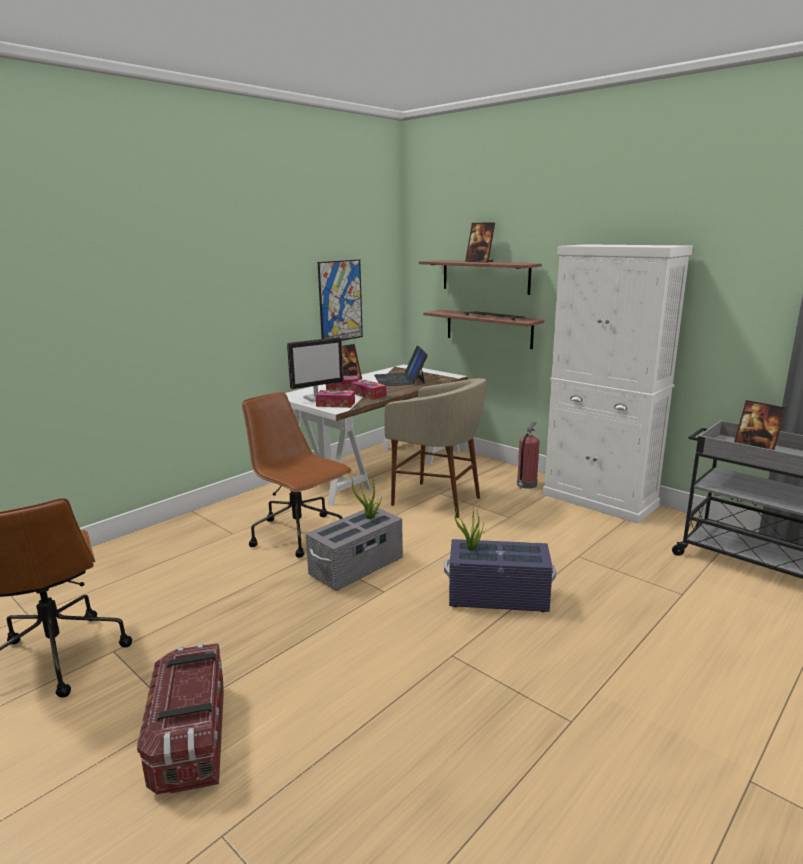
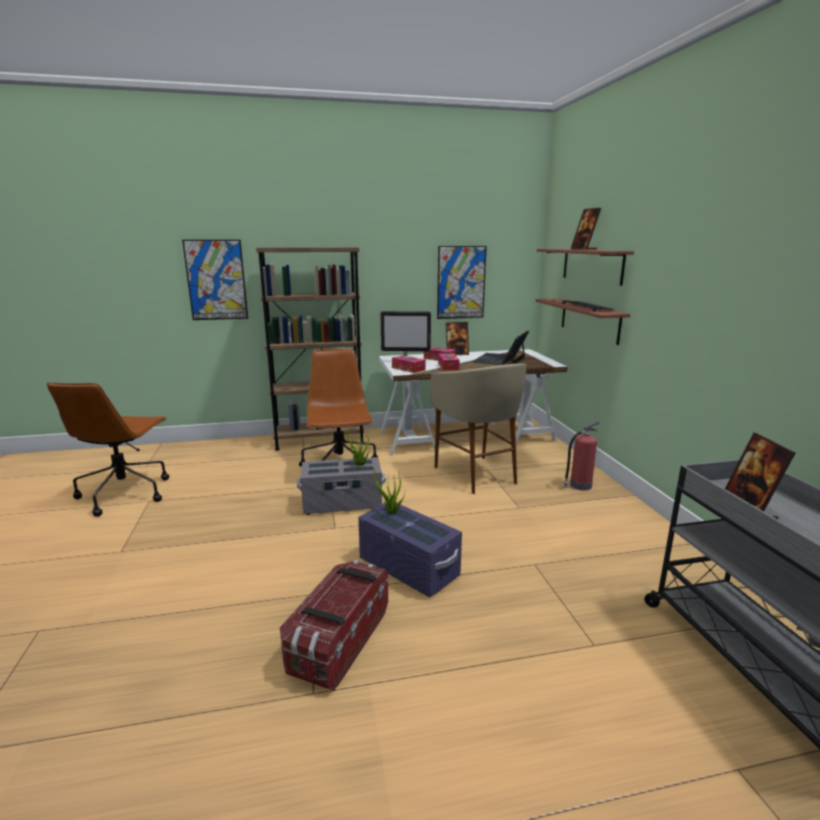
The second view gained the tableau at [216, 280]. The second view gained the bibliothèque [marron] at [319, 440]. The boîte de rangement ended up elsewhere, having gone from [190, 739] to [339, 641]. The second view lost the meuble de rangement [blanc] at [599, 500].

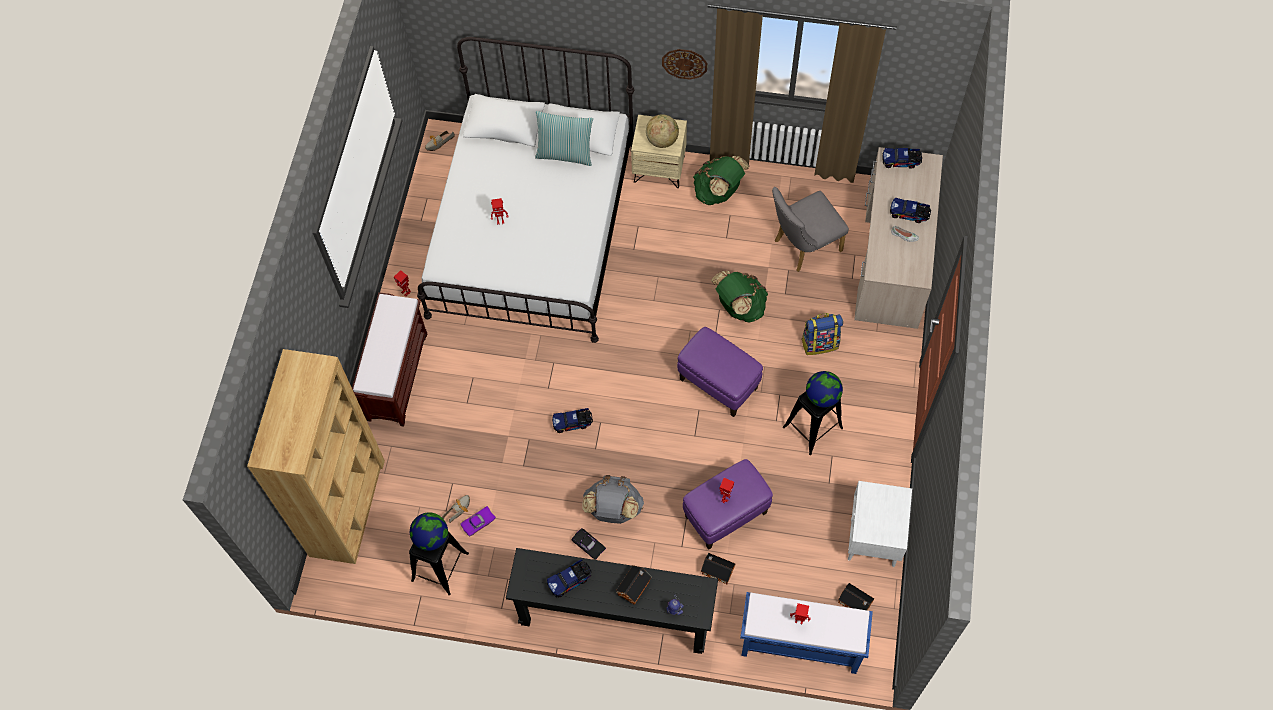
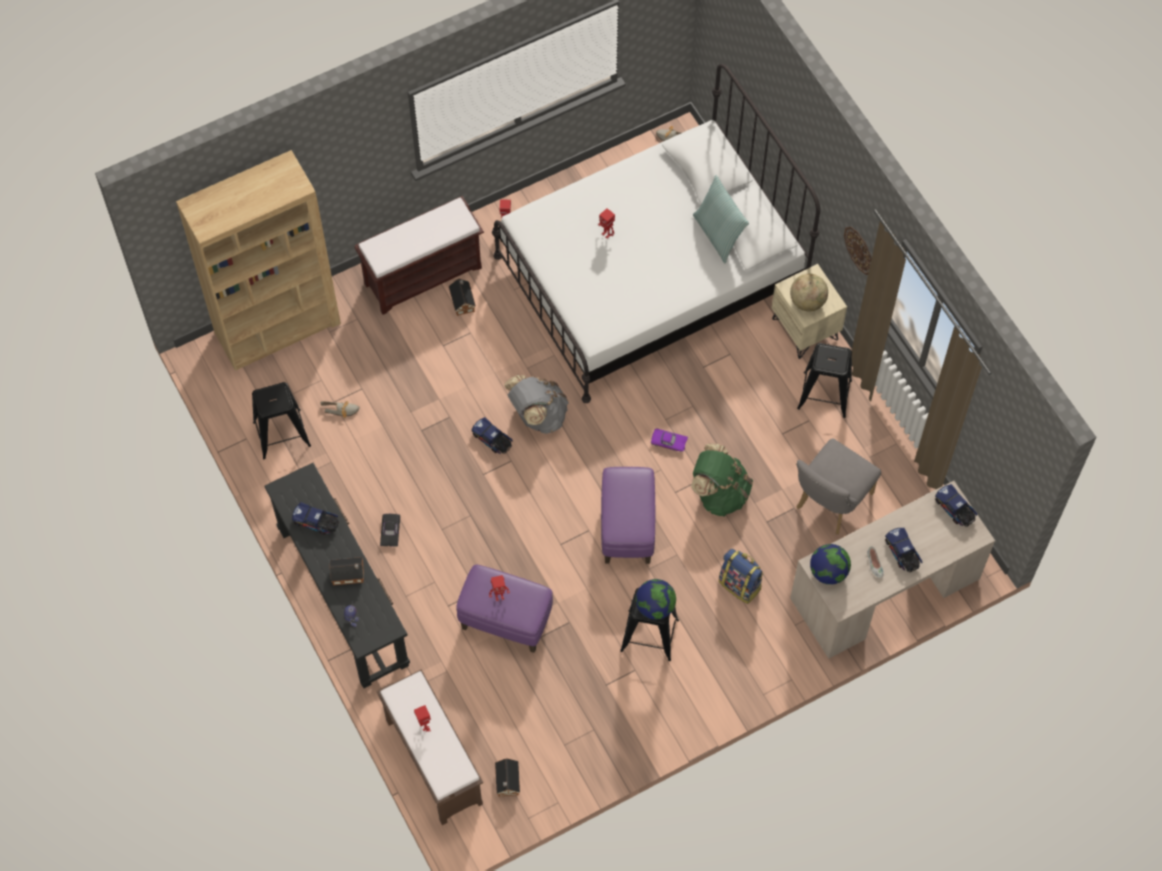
What was the banc [bleu] at [799, 645] turned into the banc [marron] at [432, 761]. The maison miniature ended up elsewhere, having gone from [716, 570] to [462, 301]. The sac à dos [gris] ended up elsewhere, having gone from [613, 509] to [537, 415]. The petite voiture [violet] ended up elsewhere, having gone from [479, 523] to [668, 443]. The chaise [gris] at [802, 247] ended up facing another way, 75 degrees counterclockwise from before. Where the sac à dos [vert] stood at [718, 192], the tabouret [noir] came to stand at [824, 394]. The globe ended up elsewhere, having gone from [431, 537] to [828, 572]. The second view lost the table de chevet [blanc] at [872, 540].

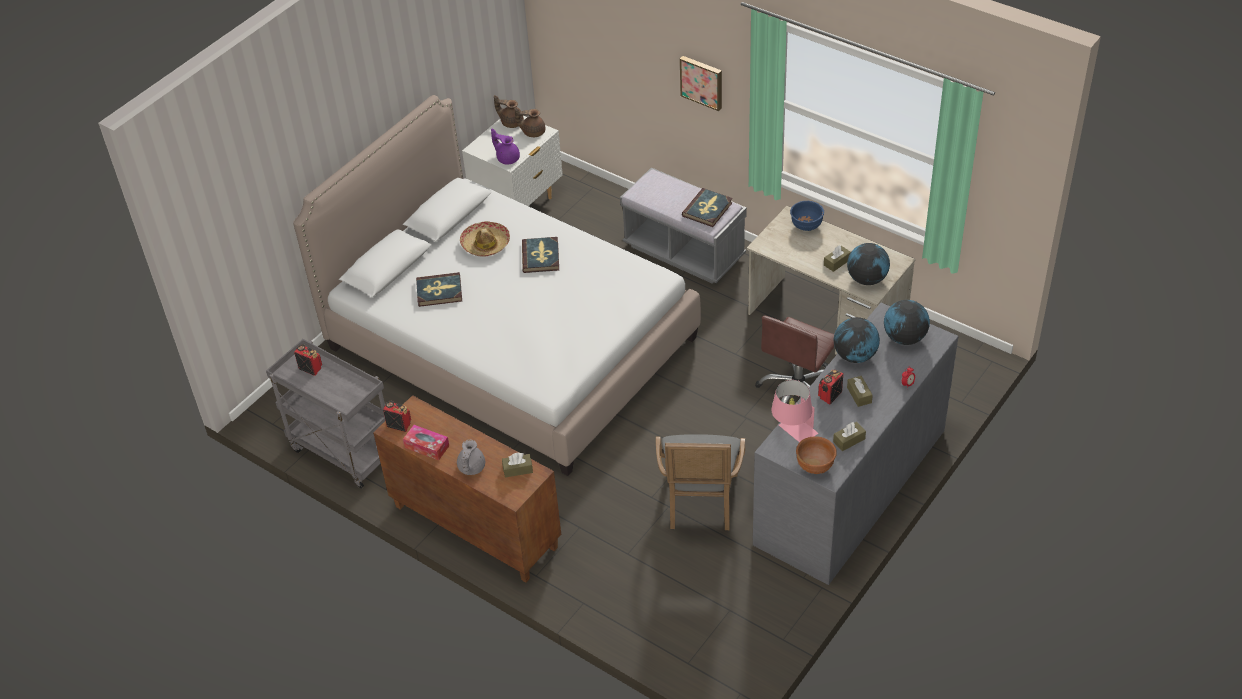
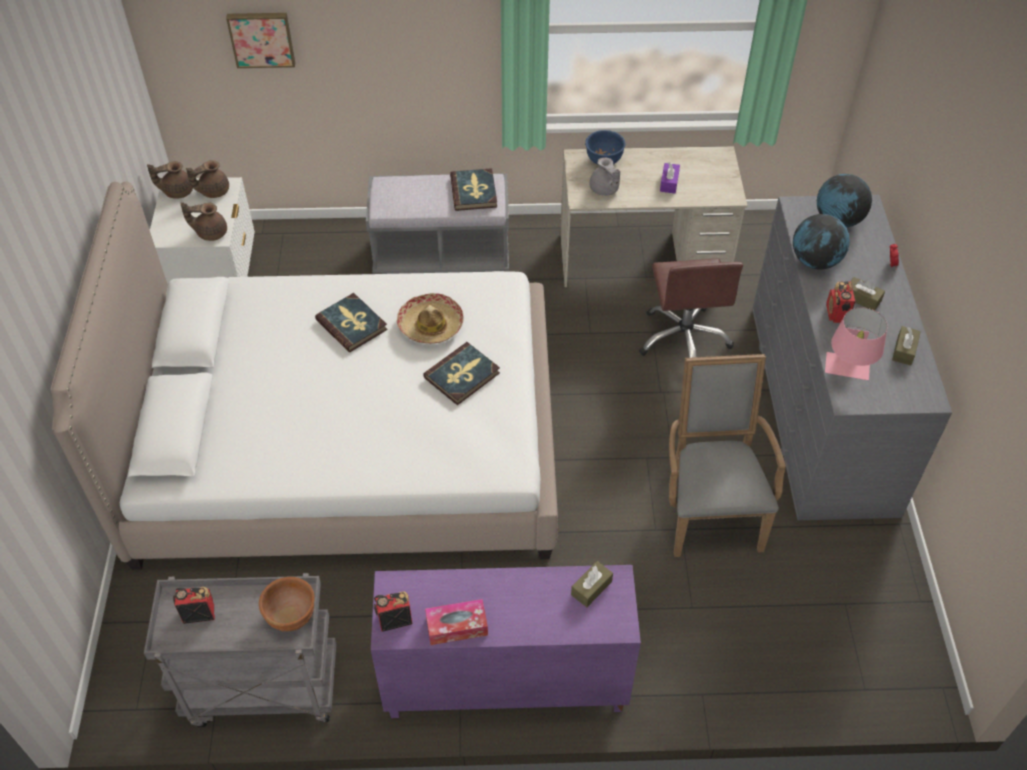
What was the théière [violet] at [507, 158] turned into the théière [marron] at [210, 232]. The tableau ended up elsewhere, having gone from [702, 82] to [261, 38]. The bol [marron] ended up elsewhere, having gone from [815, 466] to [292, 616]. What was the meuble de rangement [marron] at [474, 527] turned into the meuble de rangement [violet] at [504, 683]. The chapeau ended up elsewhere, having gone from [485, 244] to [431, 325]. The livre ended up elsewhere, having gone from [439, 291] to [462, 375]. The théière [gris] ended up elsewhere, having gone from [471, 468] to [604, 190]. What was the boîte à mouchoirs [marron] at [837, 262] turned into the boîte à mouchoirs [violet] at [669, 183]. The fauteuil [gris] at [700, 505] ended up facing another way, 150 degrees counterclockwise from before. The second view lost the globe at [867, 279].

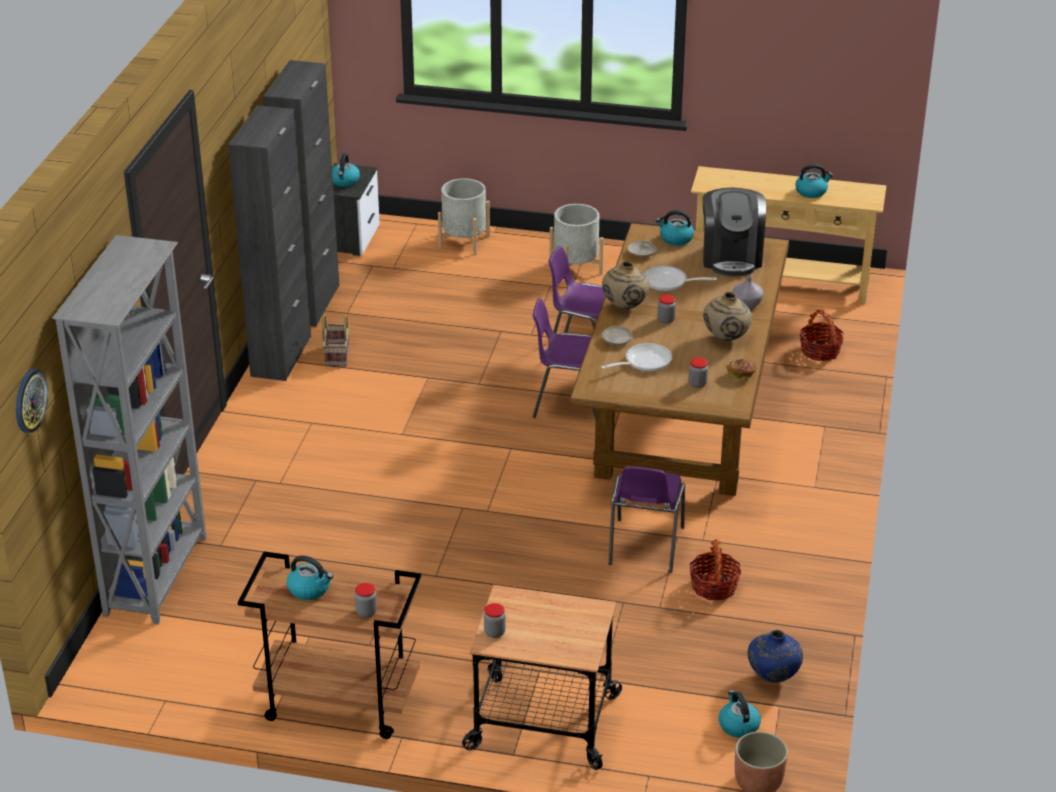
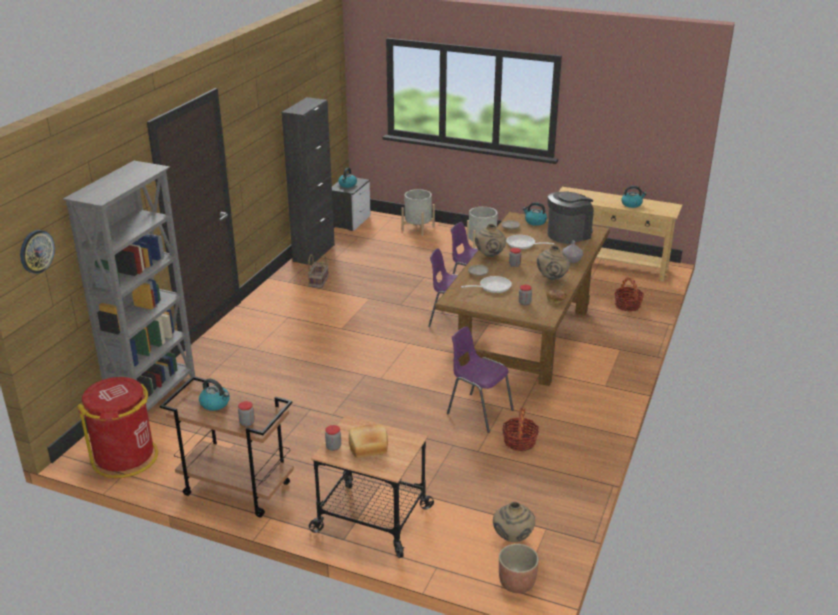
The second view gained the poubelle [rouge] at [126, 458]. The second view gained the pain at [368, 448]. The chaise [violet] at [644, 547] ended up facing another way, 105 degrees clockwise from before. Where the bouilloire stood at [738, 725], the vase [beige] came to stand at [512, 539]. The machine à café at [731, 257] ended up facing another way, 135 degrees counterclockwise from before. The second view lost the meuble de rangement [noir] at [281, 356]. The second view lost the vase [bleu] at [772, 678].

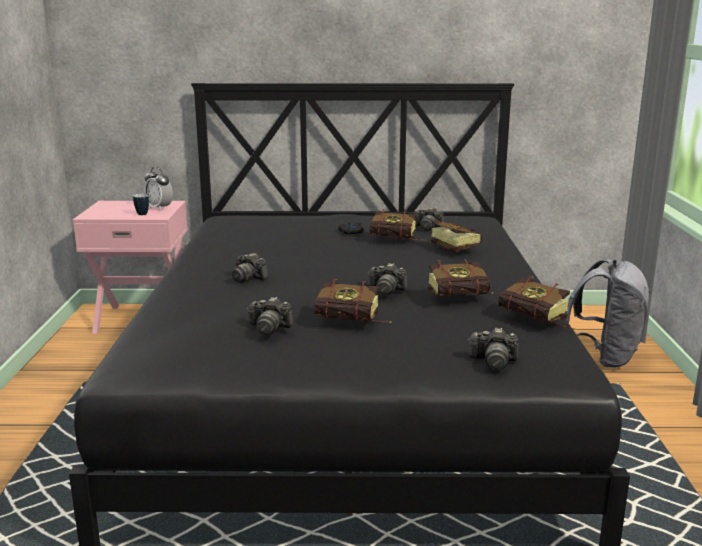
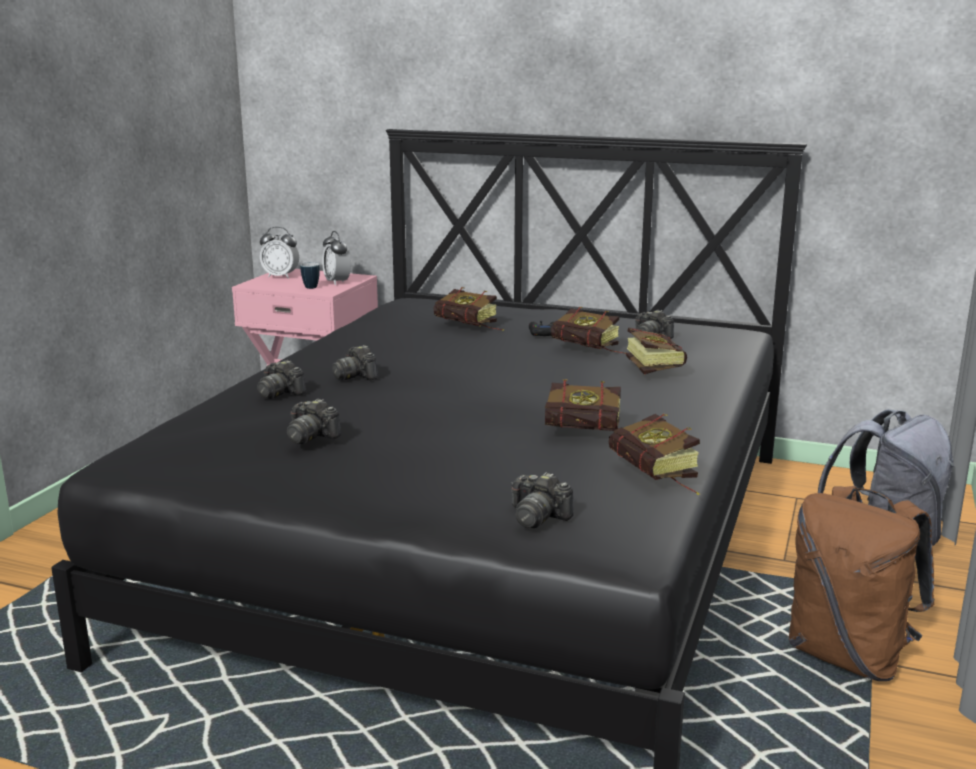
The appareil photo ended up elsewhere, having gone from [386, 290] to [280, 393]. The second view gained the réveil at [280, 276]. The livre ended up elsewhere, having gone from [353, 323] to [471, 328]. The second view gained the sac à dos [marron] at [849, 656].

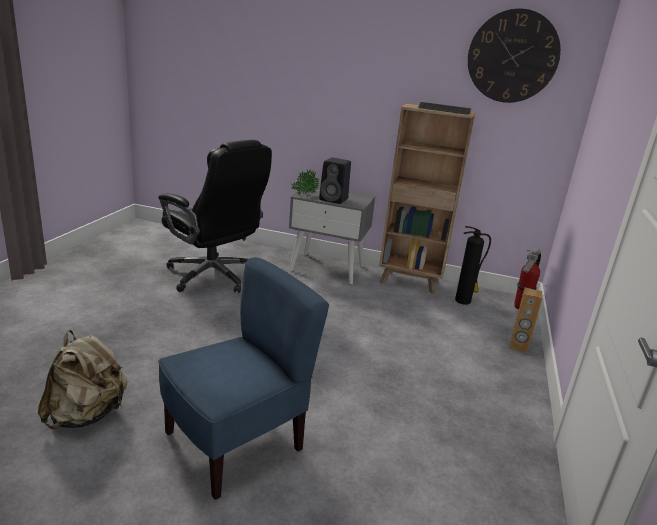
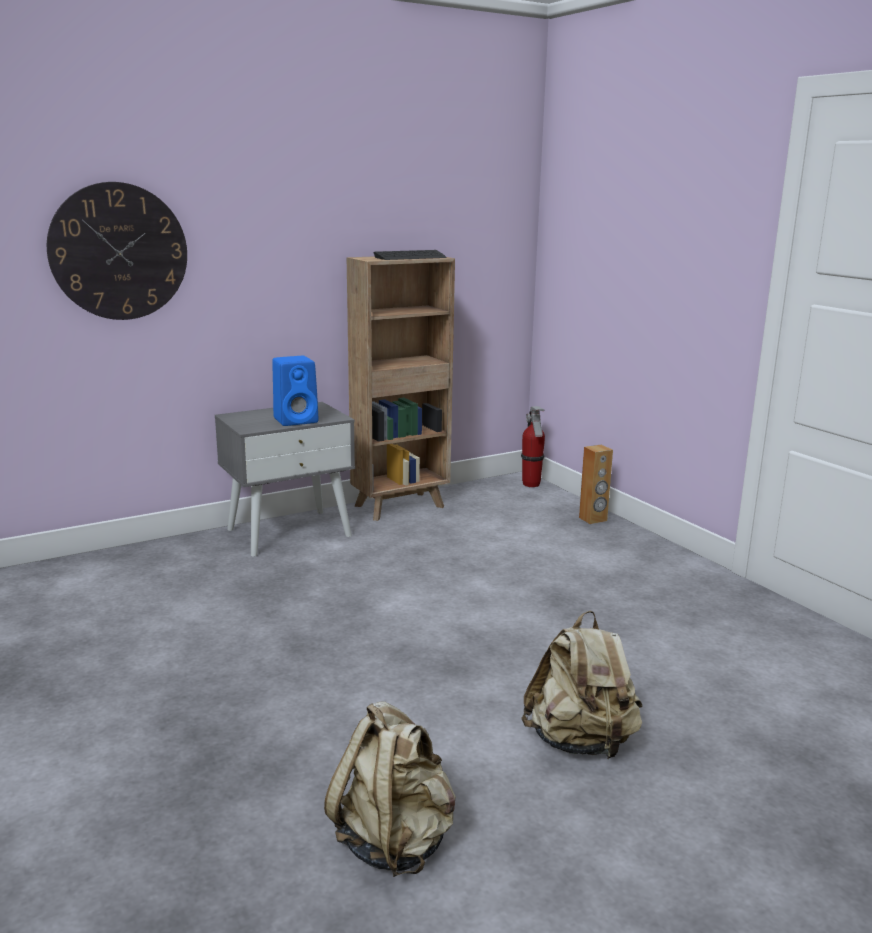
The horloge murale ended up elsewhere, having gone from [512, 56] to [119, 252]. What was the enceinte [noir] at [334, 199] turned into the enceinte [bleu] at [297, 420]. Where the chaise [bleu] stood at [235, 443], the sac à dos [beige] came to stand at [580, 742]. The second view lost the chaise de bureau [noir] at [213, 276]. The second view lost the plante en pot at [303, 195]. The second view lost the extincteur at [464, 301].

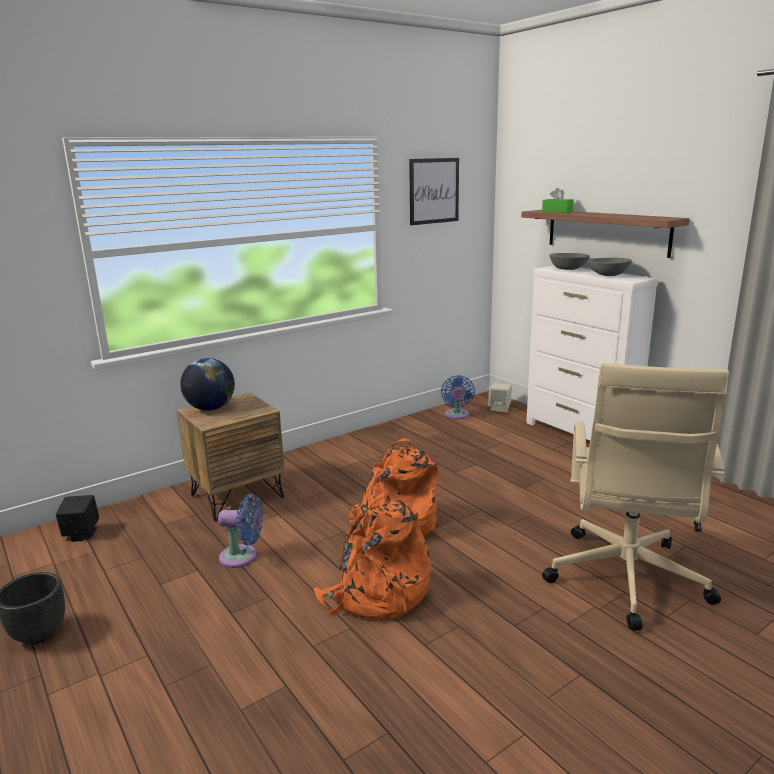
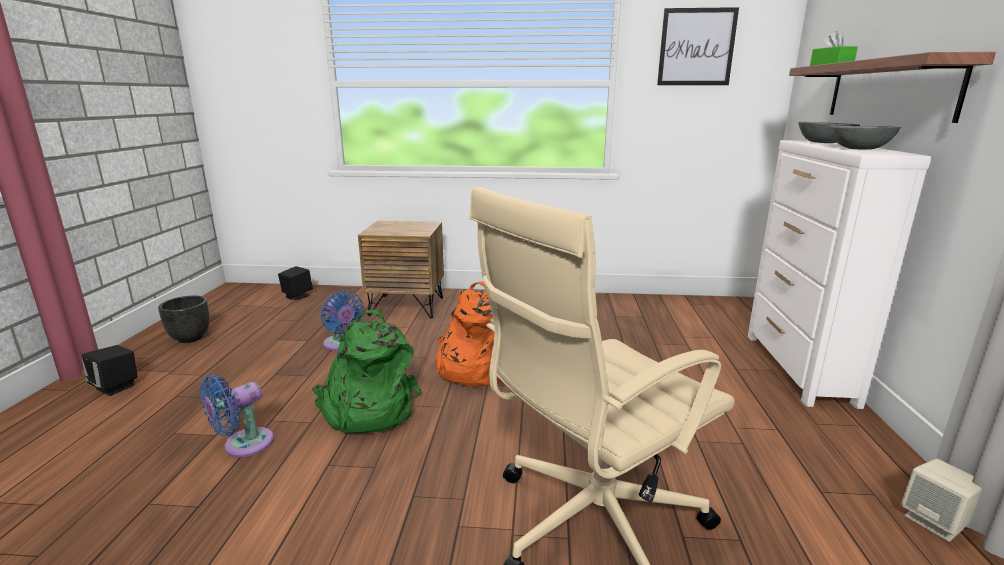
The second view gained the enceinte [noir] at [116, 387]. The ventilateur [bleu] ended up elsewhere, having gone from [456, 415] to [243, 445]. What was the sac à dos [orange] at [377, 594] turned into the sac à dos [vert] at [367, 410]. The enceinte [beige] ended up elsewhere, having gone from [500, 408] to [935, 522]. The second view lost the globe at [210, 408].

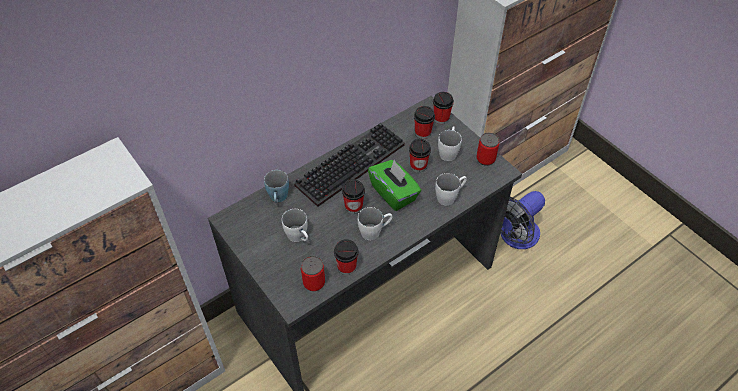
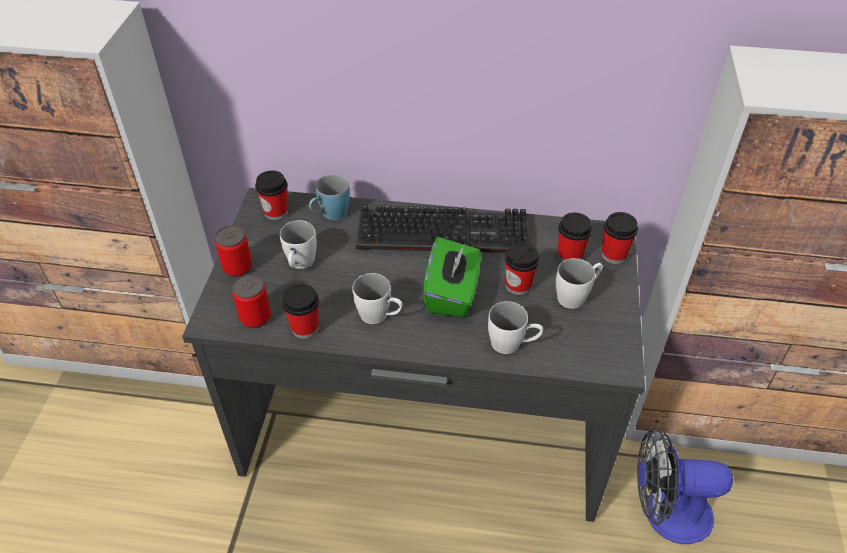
The boîte métallique ended up elsewhere, having gone from [485, 159] to [237, 267]. The tasse ended up elsewhere, having gone from [353, 207] to [276, 212].

